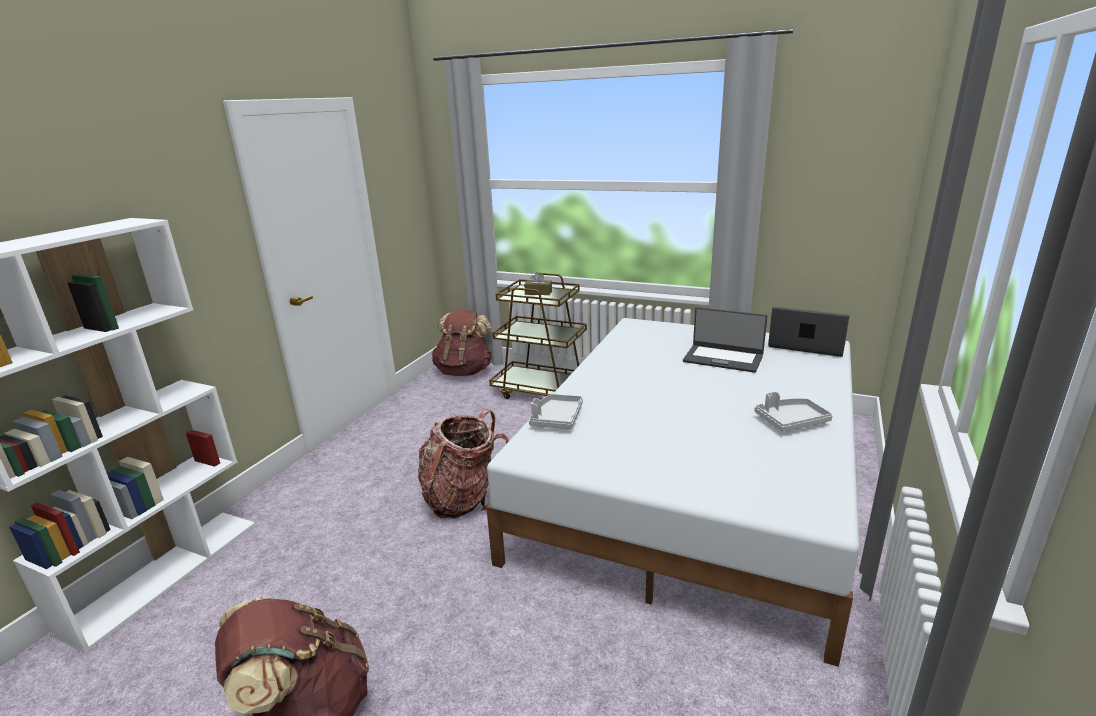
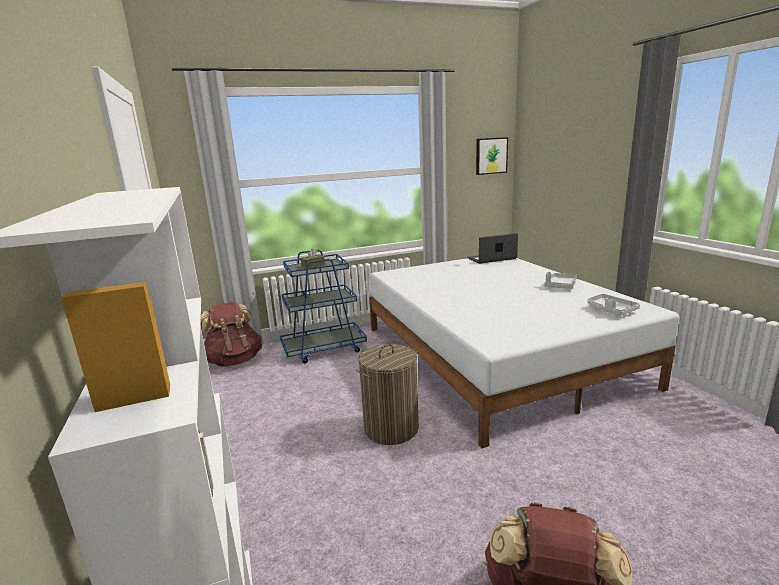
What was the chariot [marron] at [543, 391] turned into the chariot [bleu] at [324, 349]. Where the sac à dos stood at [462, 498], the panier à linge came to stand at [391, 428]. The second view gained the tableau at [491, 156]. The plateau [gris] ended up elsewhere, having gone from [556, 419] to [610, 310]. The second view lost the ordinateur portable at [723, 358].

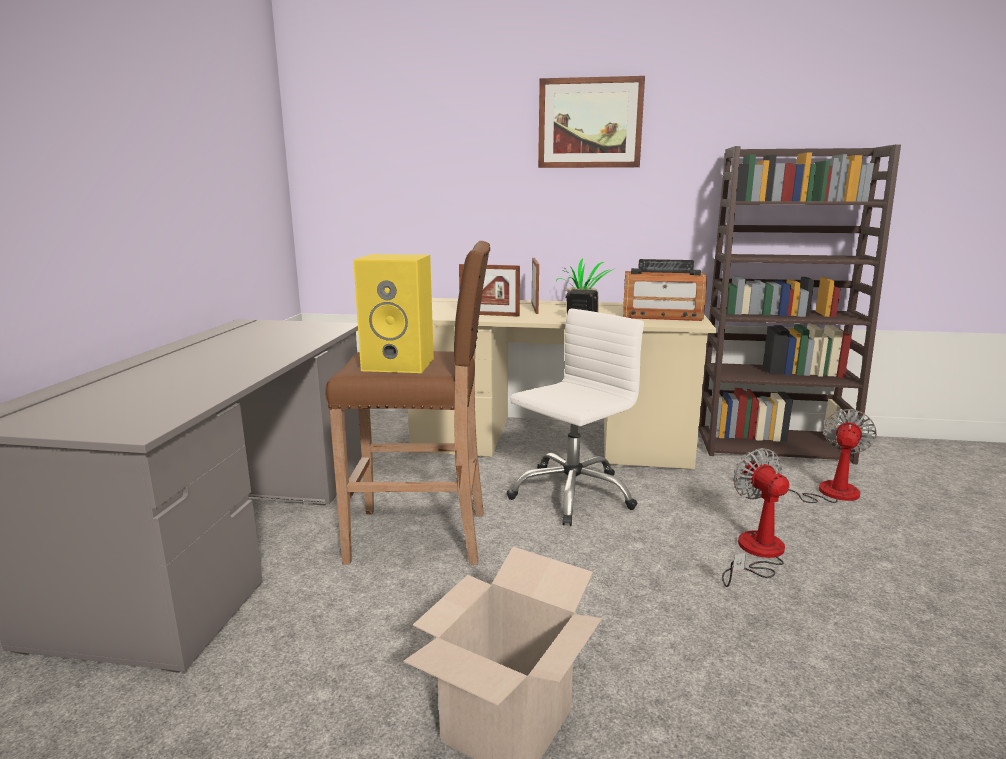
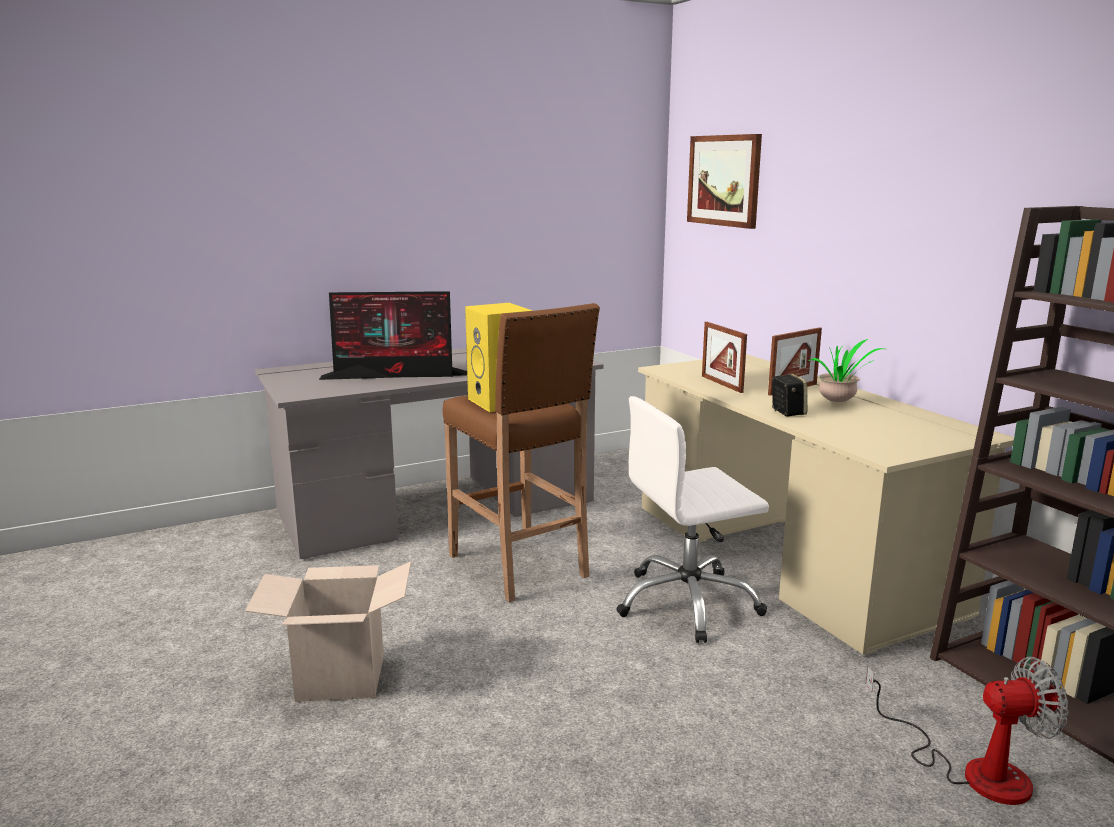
The second view gained the écran d'ordinateur at [396, 375]. The chaise de bureau [blanc] at [571, 493] ended up facing another way, 150 degrees clockwise from before. The tableau ended up elsewhere, having gone from [590, 123] to [724, 180]. The second view lost the radio at [661, 316]. The second view lost the ventilateur at [756, 553].

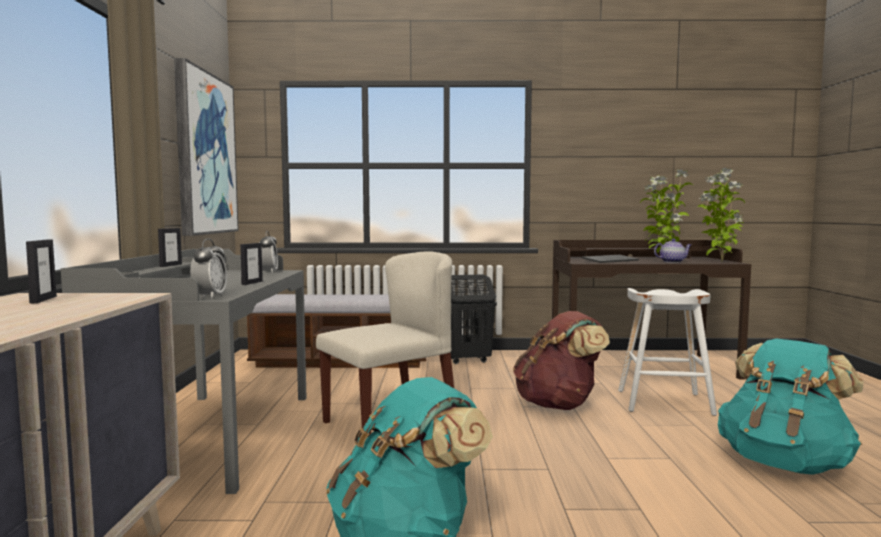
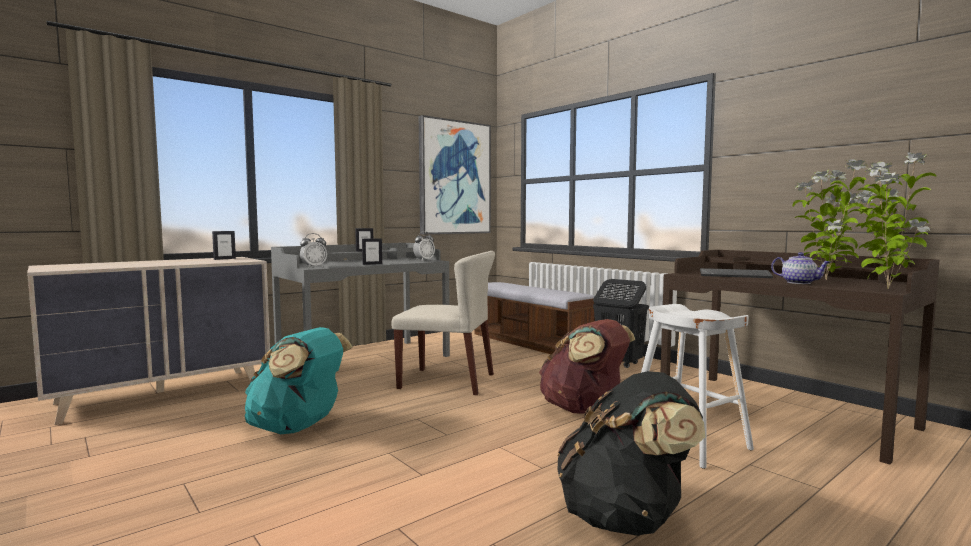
What was the sac à dos [turquoise] at [784, 463] turned into the sac à dos [noir] at [626, 518].

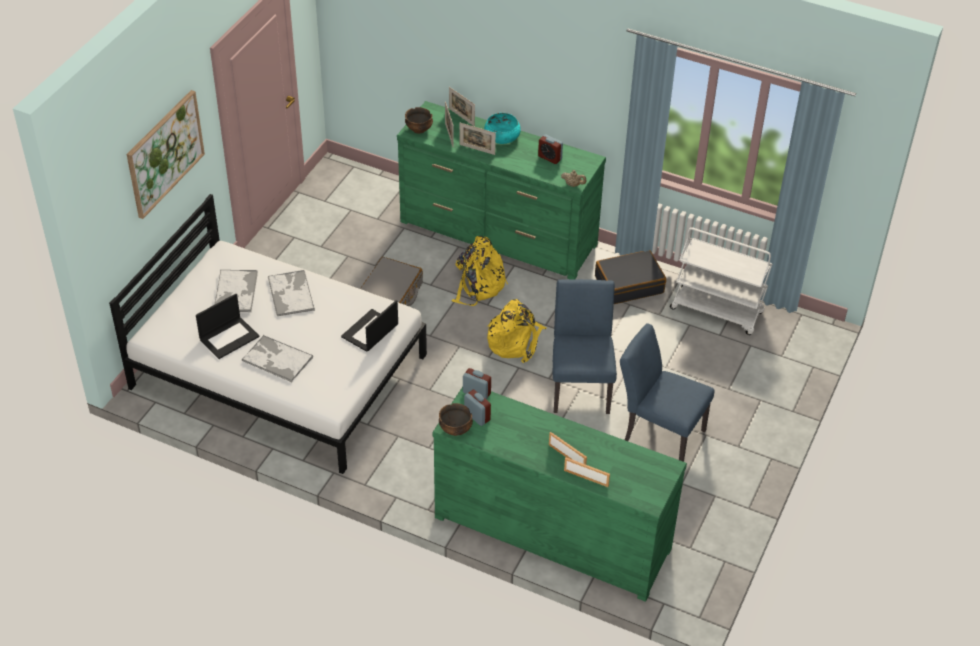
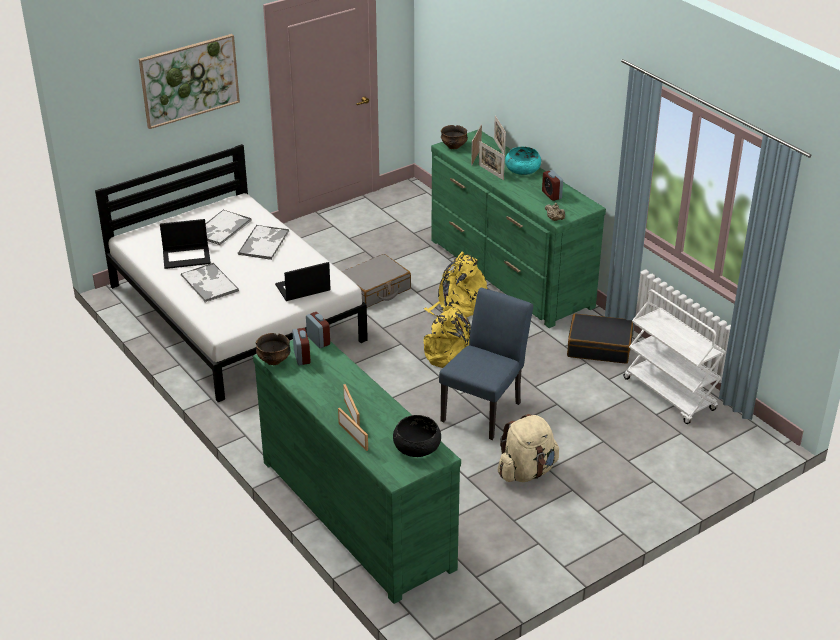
The second view gained the bol [noir] at [417, 446]. Where the chaise [bleu] stood at [658, 432], the sac à dos [beige] came to stand at [527, 471].

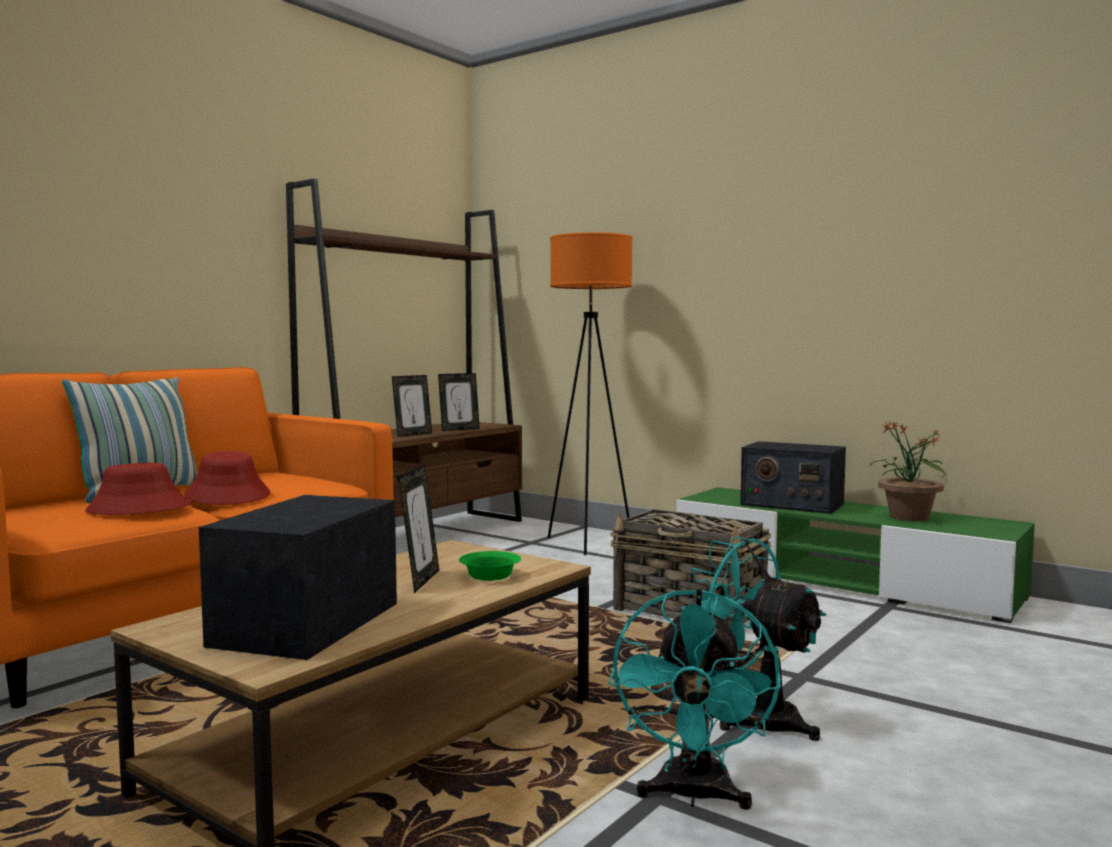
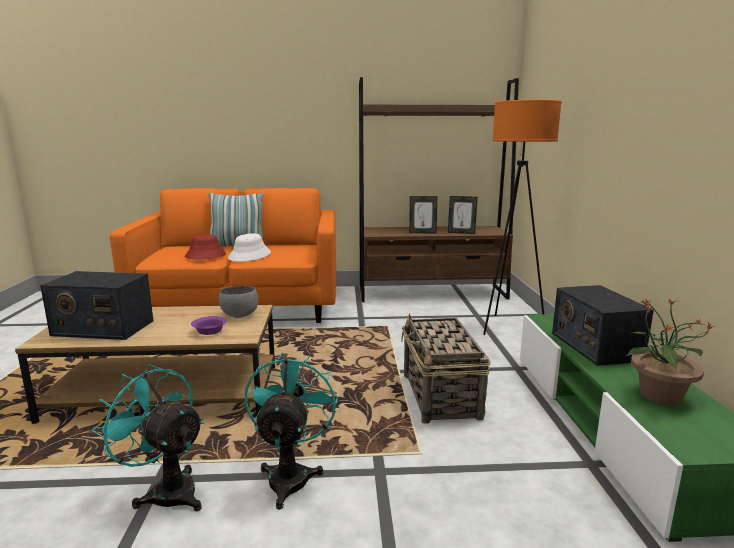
The radio at [308, 623] ended up facing another way, 150 degrees counterclockwise from before. The ventilateur [turquoise] at [693, 796] ended up facing another way, 60 degrees clockwise from before. What was the bol [vert] at [488, 576] turned into the bol [violet] at [209, 331]. The second view gained the bol [gris] at [239, 315]. What was the chapeau [rouge] at [228, 495] turned into the chapeau [blanc] at [250, 255]. The second view lost the cadre photo at [420, 581].

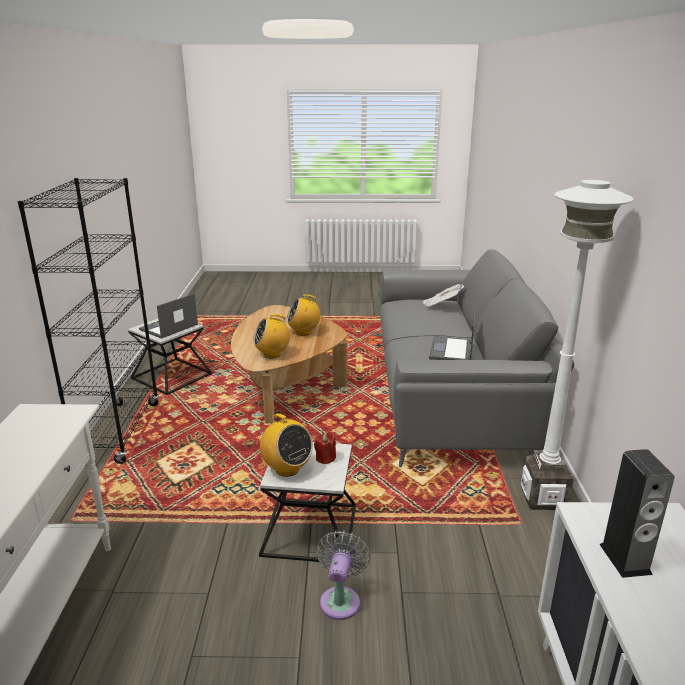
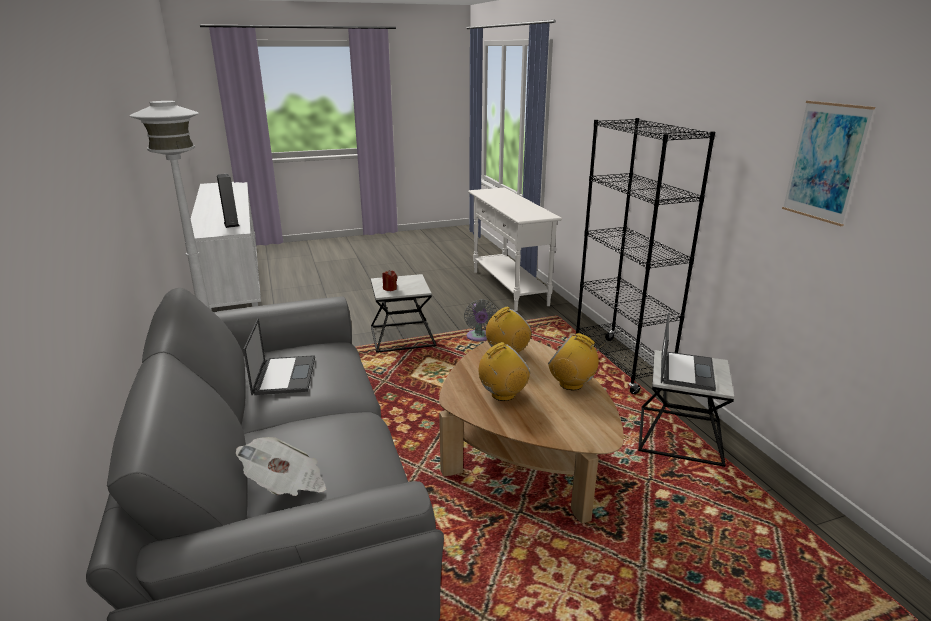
The ventilateur [gris] ended up elsewhere, having gone from [341, 599] to [478, 337]. The radio ended up elsewhere, having gone from [286, 469] to [571, 384]. The second view gained the tableau at [825, 162].

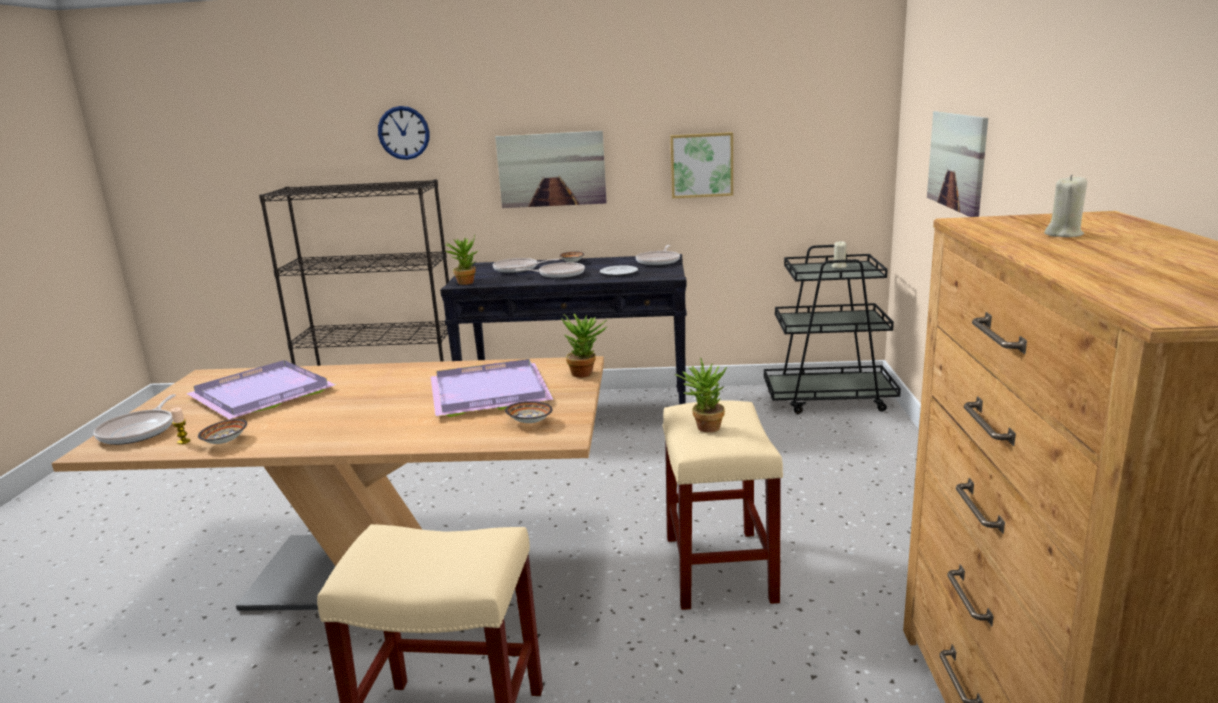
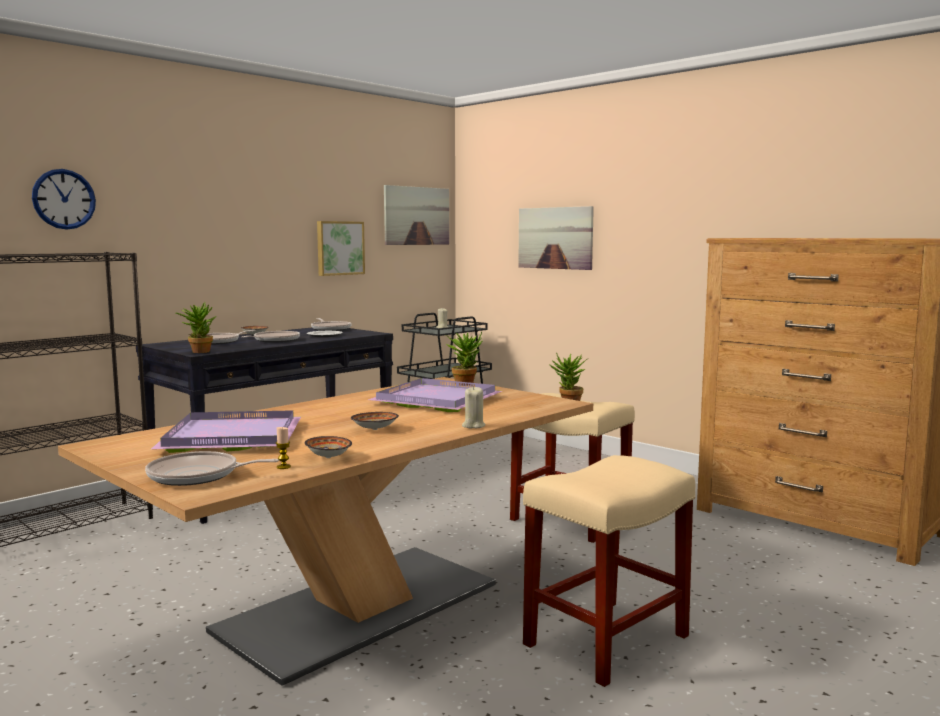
The poêle at [139, 431] ended up facing another way, 135 degrees clockwise from before. The bol ended up elsewhere, having gone from [529, 421] to [373, 429]. The tableau ended up elsewhere, having gone from [551, 169] to [416, 216]. The bougie [beige] ended up elsewhere, having gone from [1063, 234] to [473, 426].

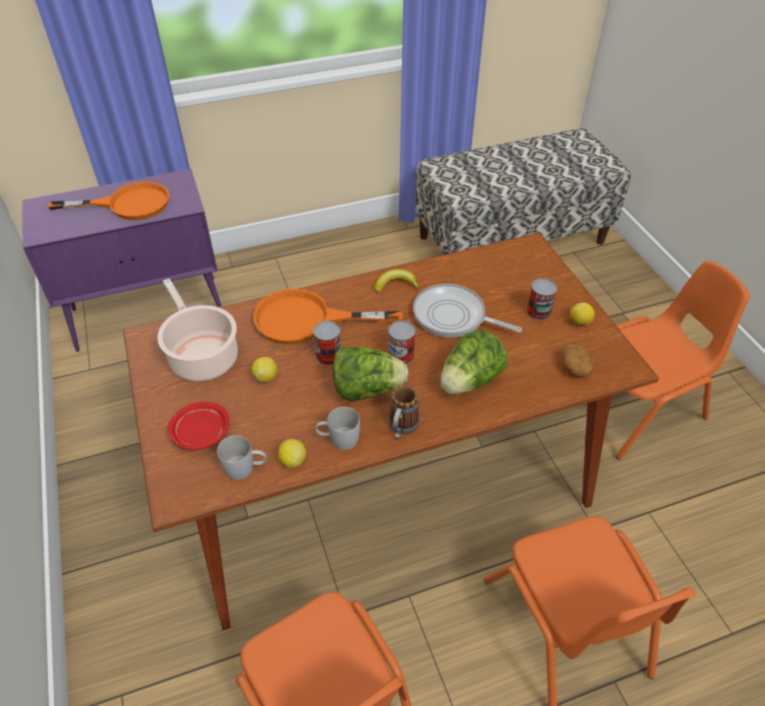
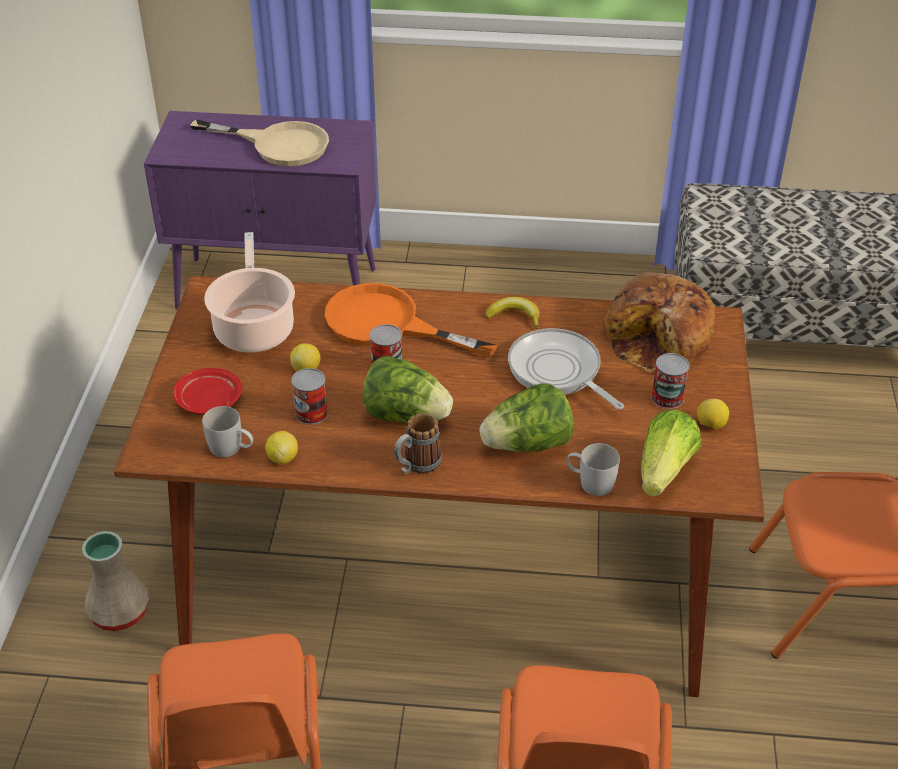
The second view gained the vase [beige] at [118, 612]. What was the poêle [orange] at [128, 204] turned into the poêle [beige] at [278, 144]. The boîte métallique ended up elsewhere, having gone from [401, 355] to [311, 413]. The mug [blanc] ended up elsewhere, having gone from [338, 439] to [590, 482]. The second view gained the pain at [660, 339]. Where the pomme de terre stood at [574, 367], the laitue came to stand at [664, 470].

